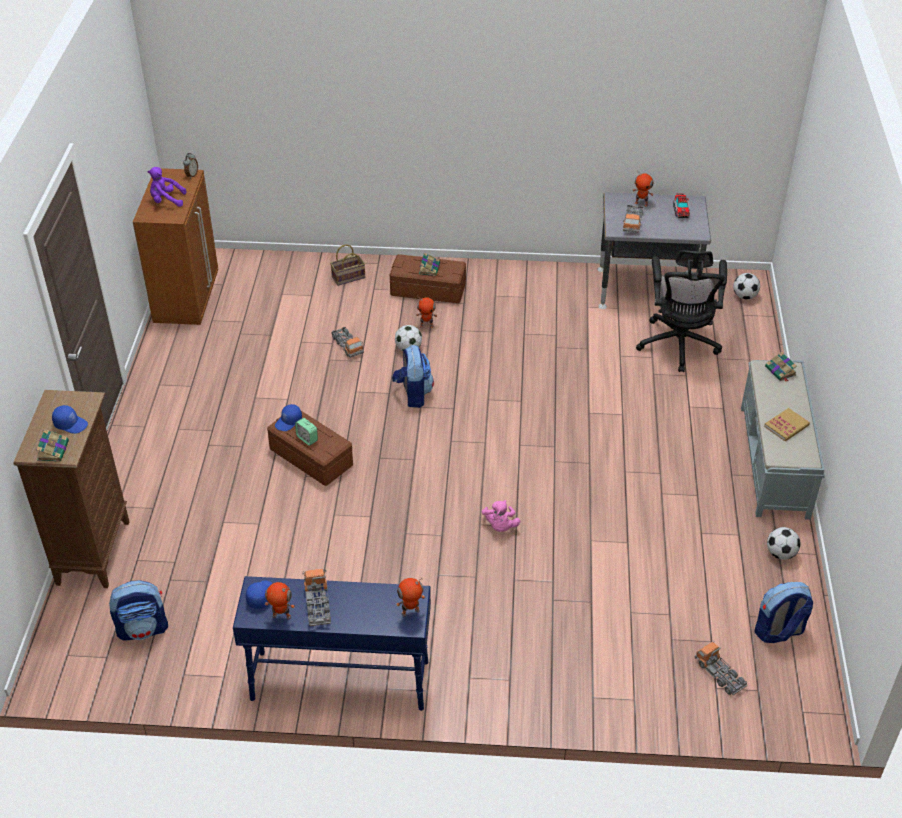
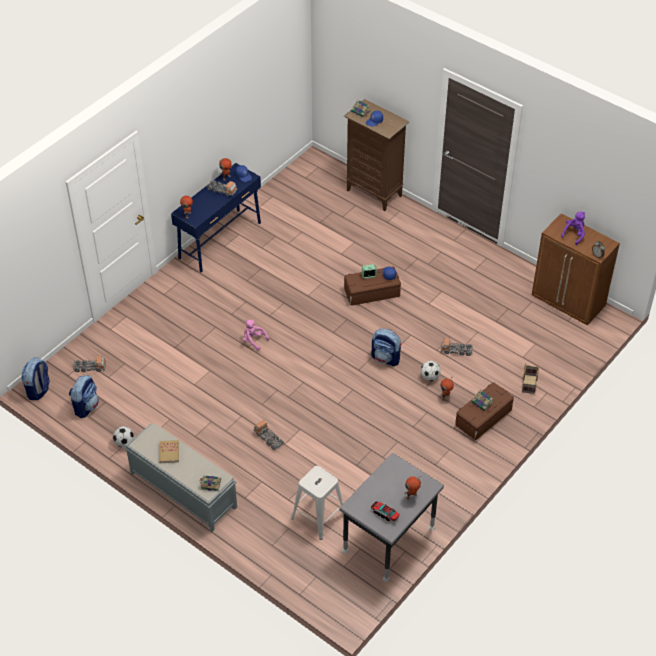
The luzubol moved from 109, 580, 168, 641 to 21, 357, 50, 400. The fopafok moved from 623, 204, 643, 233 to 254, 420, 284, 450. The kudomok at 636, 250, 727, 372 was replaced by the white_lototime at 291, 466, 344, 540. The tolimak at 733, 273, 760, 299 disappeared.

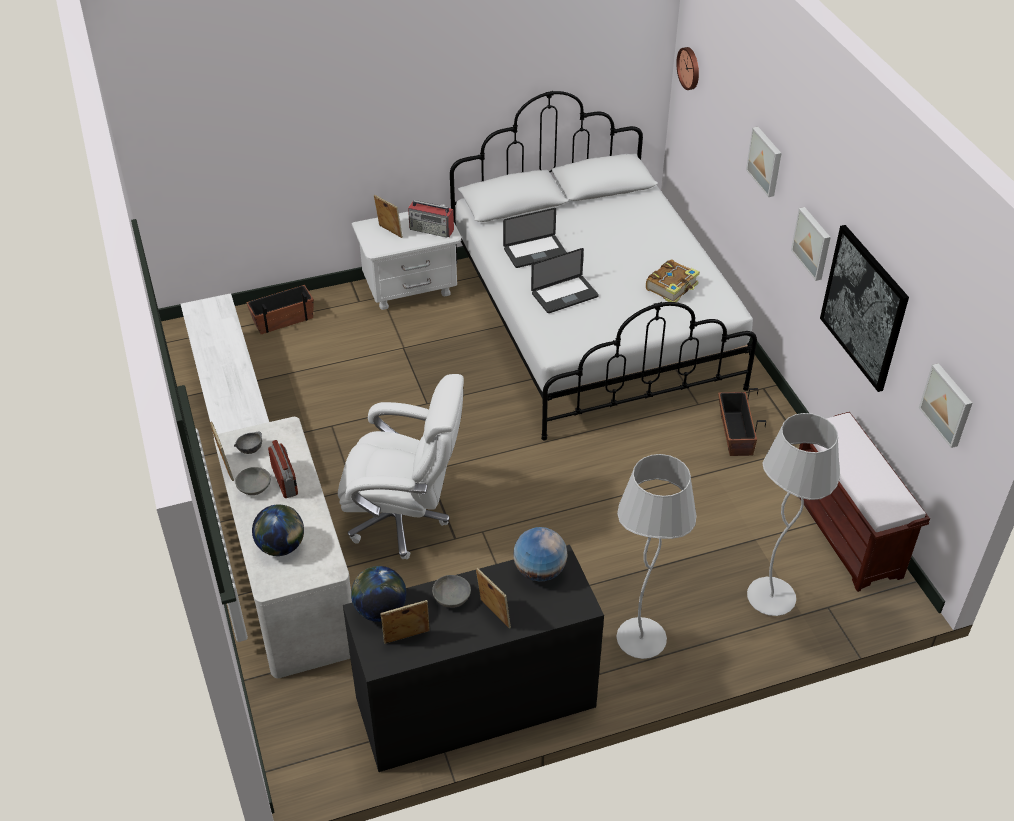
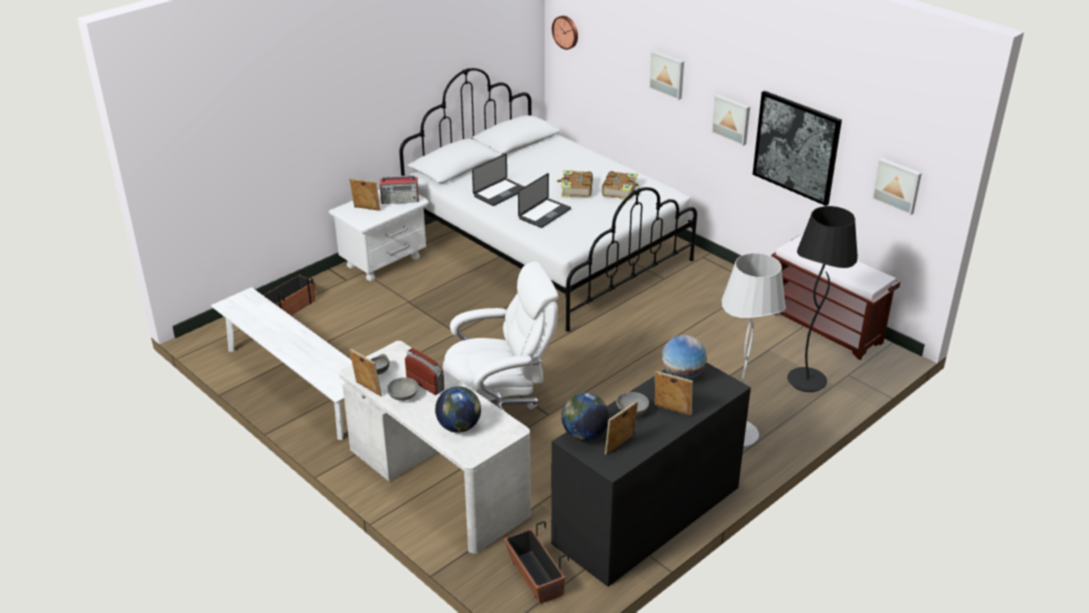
The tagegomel moved from 718, 388, 766, 456 to 504, 521, 569, 604. The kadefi at 556, 170, 593, 198 appeared. The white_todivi at 747, 413, 840, 616 became the black_todivi at 787, 206, 858, 392.

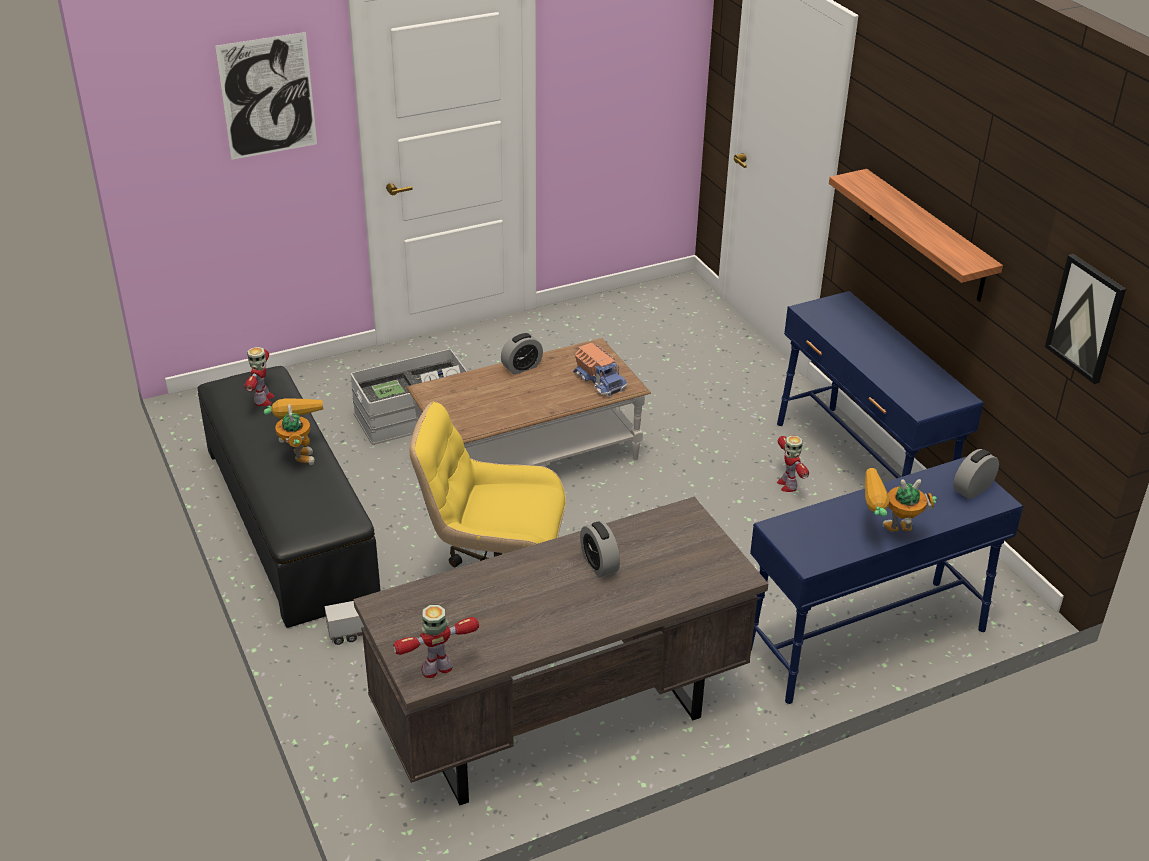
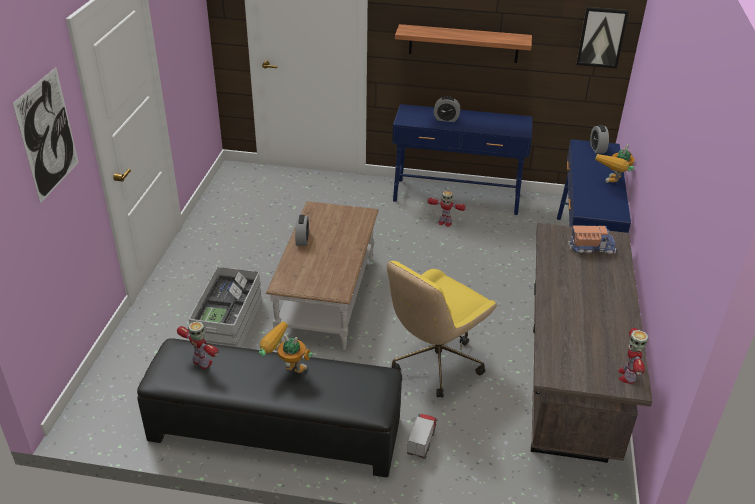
The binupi moved from 580, 521, 620, 578 to 434, 96, 460, 122. The fopafok moved from 573, 343, 628, 397 to 568, 225, 617, 254.

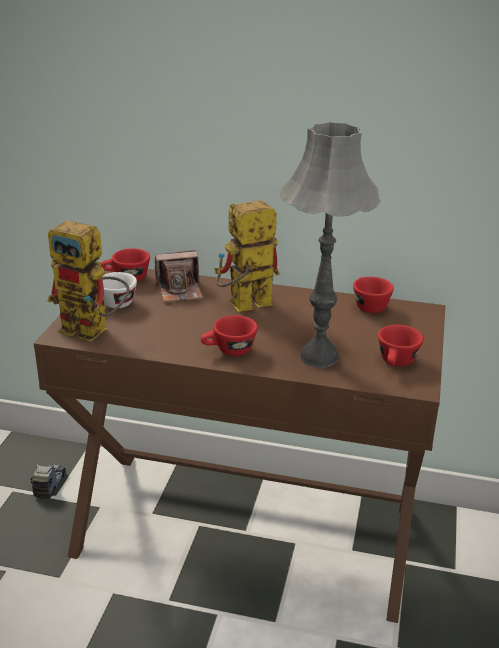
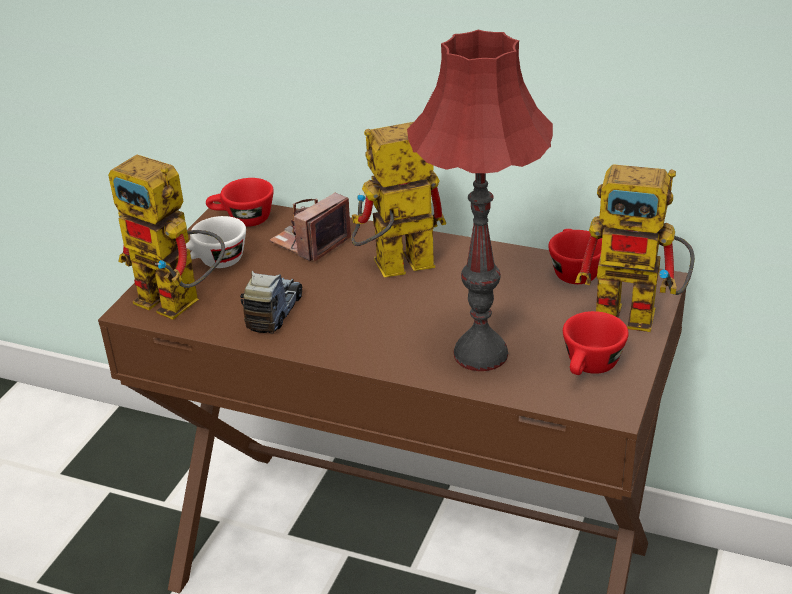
The fopafok moved from 30, 464, 66, 499 to 240, 271, 303, 334. The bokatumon at 154, 250, 203, 302 turned 135 degrees clockwise. The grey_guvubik at 279, 122, 381, 368 became the red_guvubik at 407, 29, 553, 371. The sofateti at 575, 164, 695, 332 appeared. The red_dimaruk at 201, 315, 258, 356 disappeared.

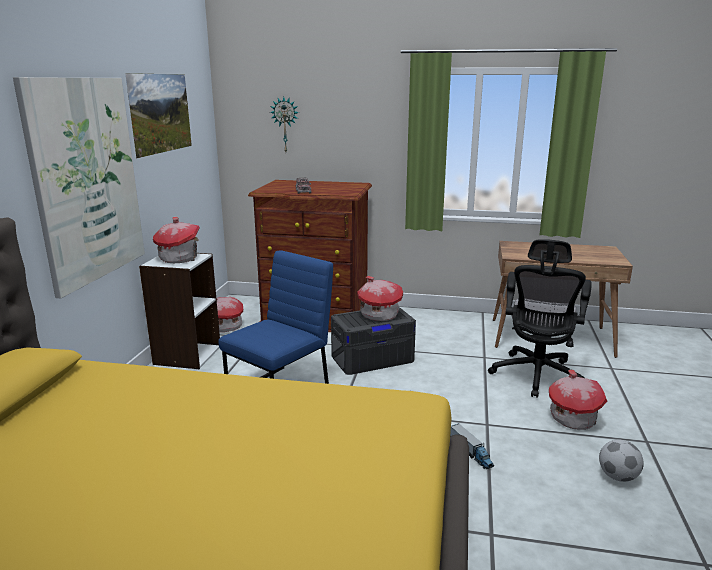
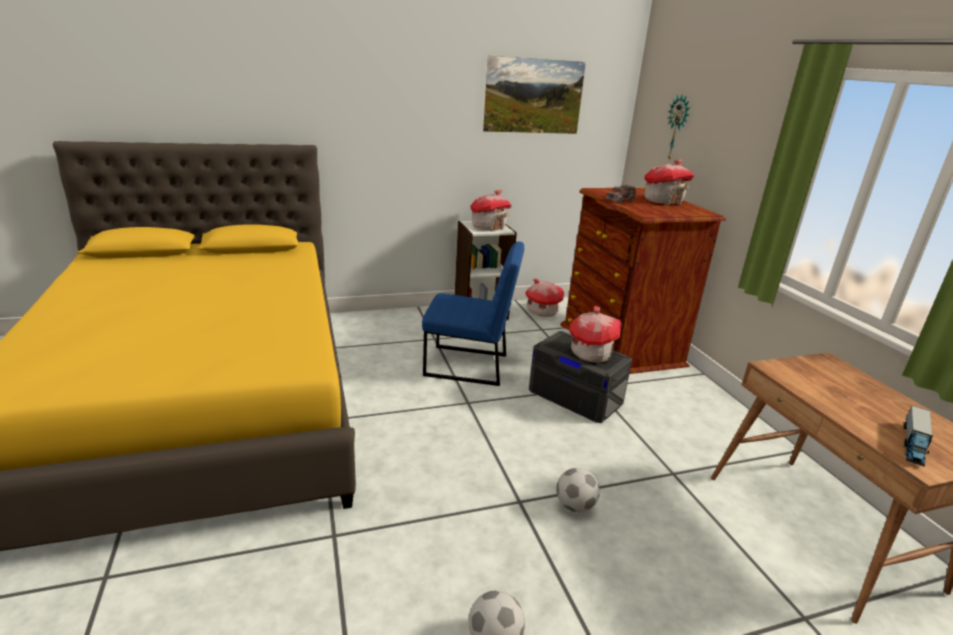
The tolimak at 556, 468, 600, 512 appeared. The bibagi moved from 549, 370, 607, 430 to 644, 159, 694, 205. The fopafok moved from 450, 423, 494, 469 to 904, 405, 933, 466. The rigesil at 13, 77, 145, 298 disappeared. The kudomok at 488, 239, 592, 398 disappeared.

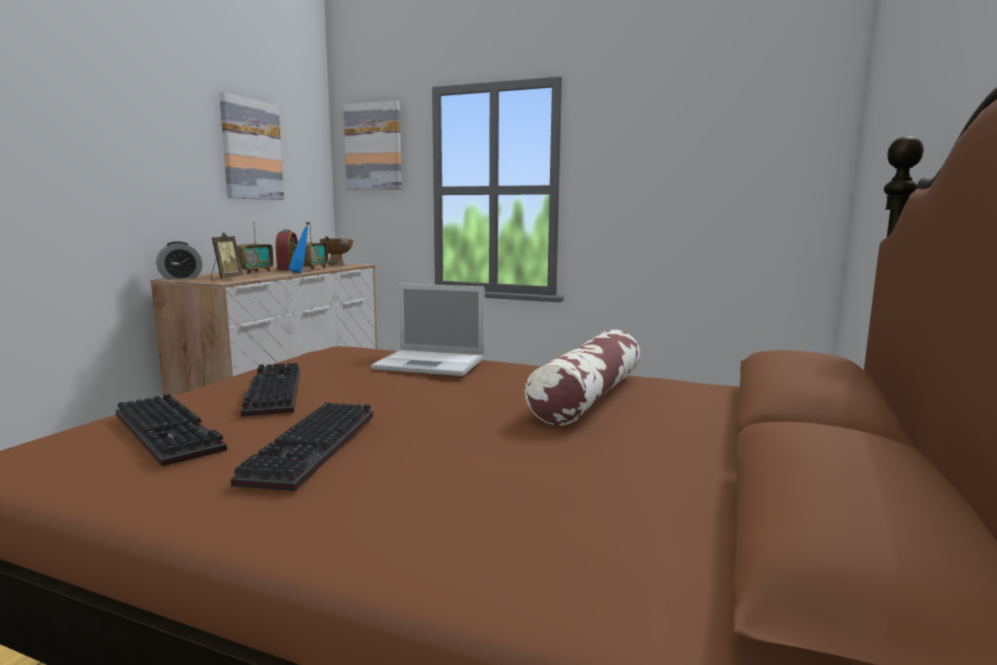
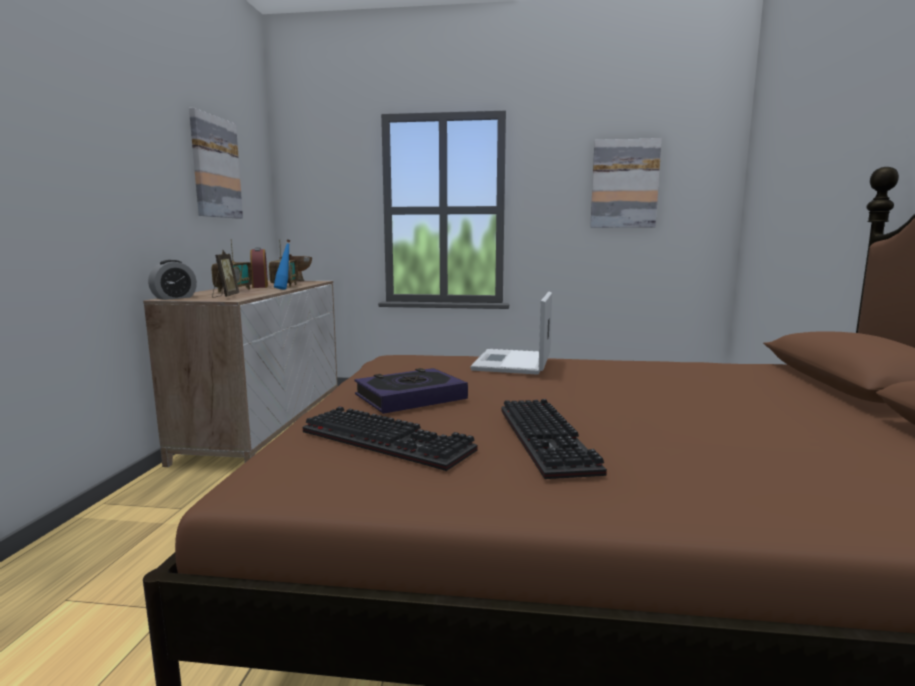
The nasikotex at 240, 363, 300, 417 was replaced by the kadefi at 355, 368, 468, 414. The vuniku at 371, 283, 485, 376 turned 105 degrees clockwise. The rigesil moved from 343, 100, 402, 190 to 590, 138, 662, 228. The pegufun at 525, 330, 641, 425 disappeared.

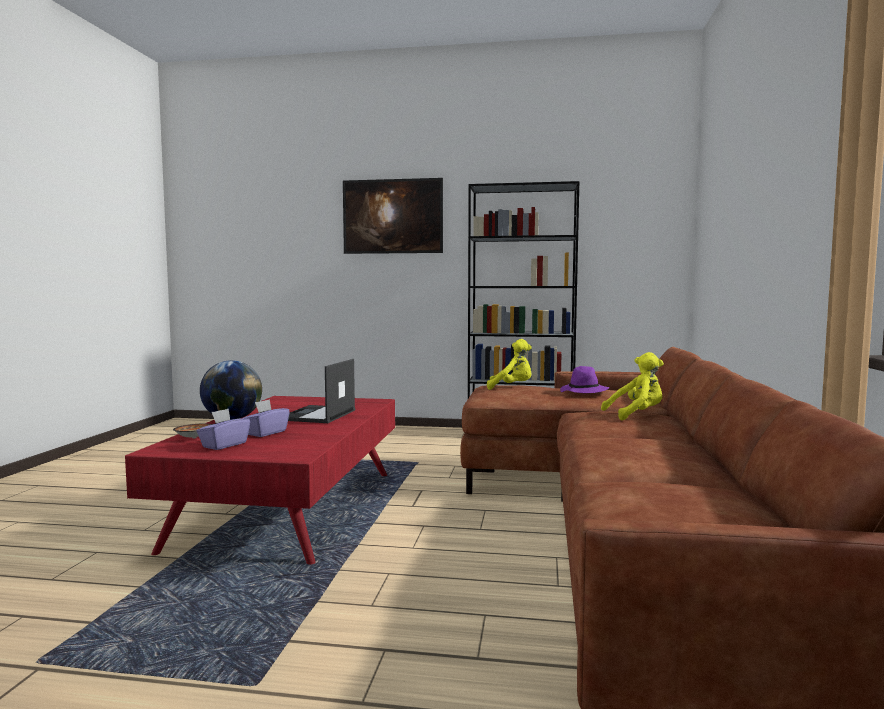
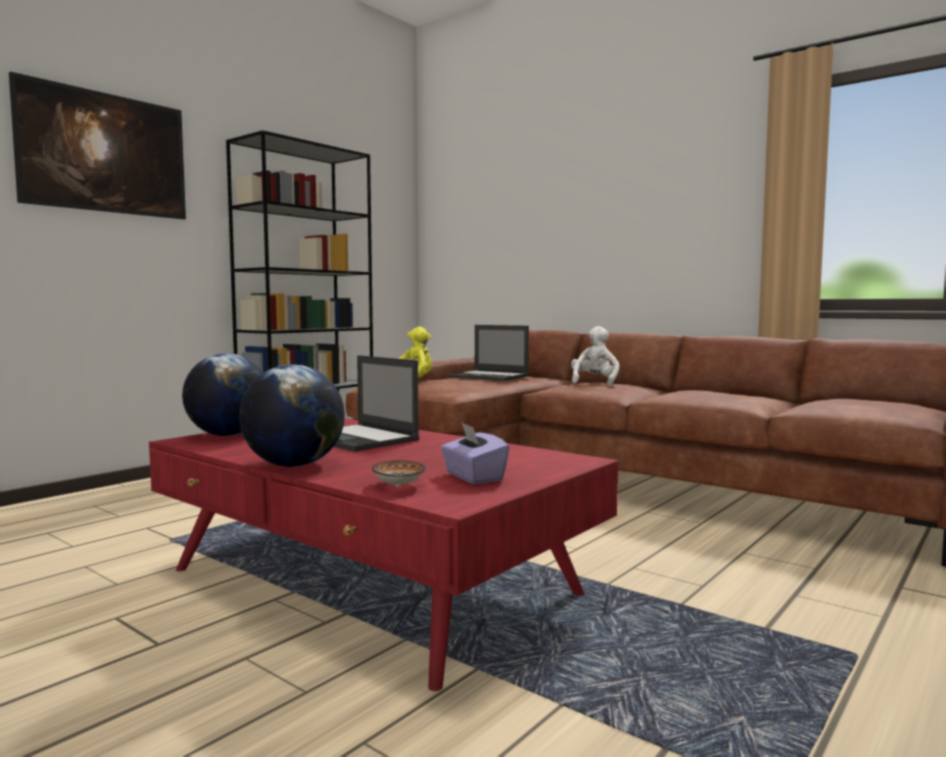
The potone at 182, 353, 263, 436 appeared. The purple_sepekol at 560, 366, 610, 393 was replaced by the vuniku at 449, 325, 529, 381. The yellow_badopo at 601, 352, 664, 421 became the white_badopo at 571, 326, 619, 387. The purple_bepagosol at 244, 399, 290, 437 disappeared.

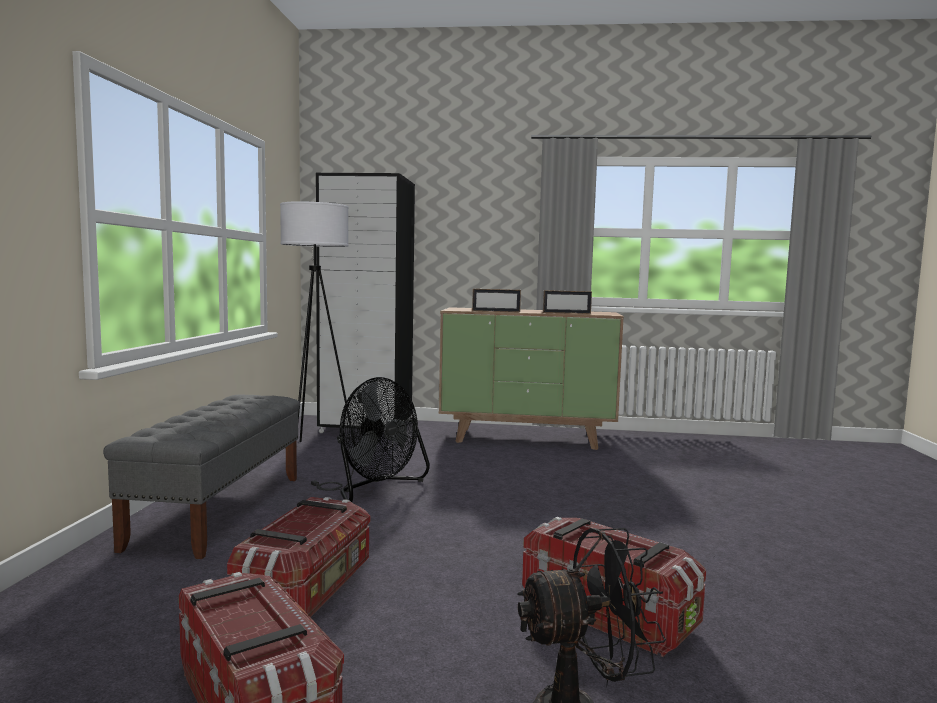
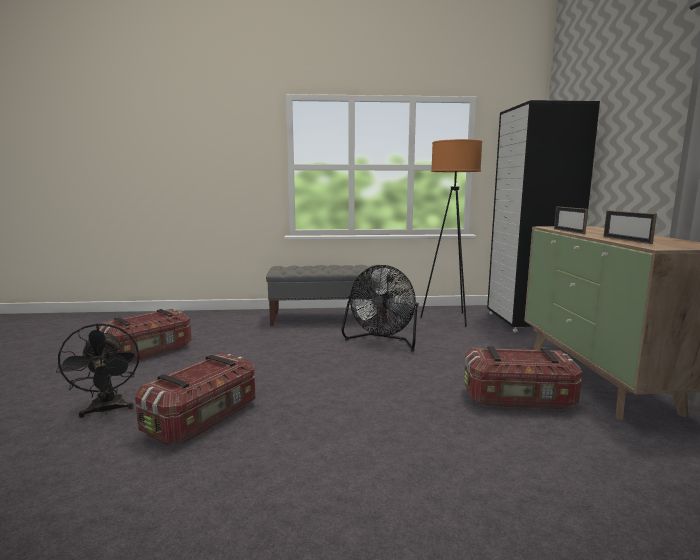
The white_todivi at 280, 201, 356, 448 became the orange_todivi at 420, 139, 482, 327. The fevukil moved from 227, 497, 370, 617 to 464, 346, 582, 410.

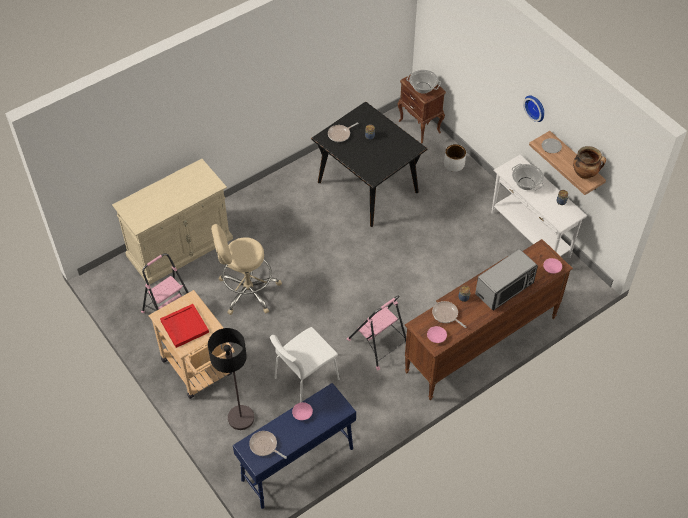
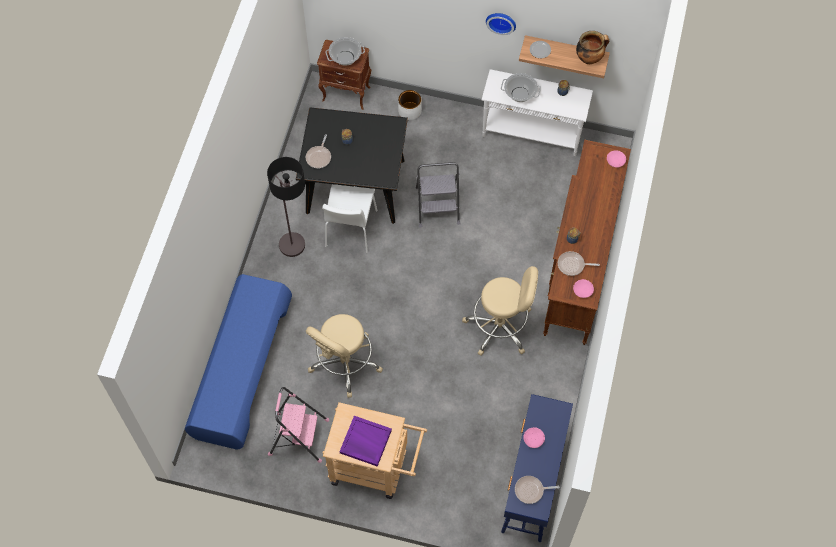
The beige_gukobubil at 112, 159, 233, 285 was replaced by the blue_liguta at 185, 274, 292, 450. The black_todivi moved from 208, 328, 254, 430 to 267, 157, 305, 257. The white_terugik moved from 270, 327, 340, 403 to 323, 184, 378, 253. The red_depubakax at 160, 304, 209, 348 became the purple_depubakax at 339, 416, 392, 467. The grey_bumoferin at 416, 162, 461, 228 appeared. The pink_bumoferin at 347, 295, 406, 370 was replaced by the beige_lototime at 462, 266, 538, 356. The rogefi at 475, 249, 538, 311 disappeared.

